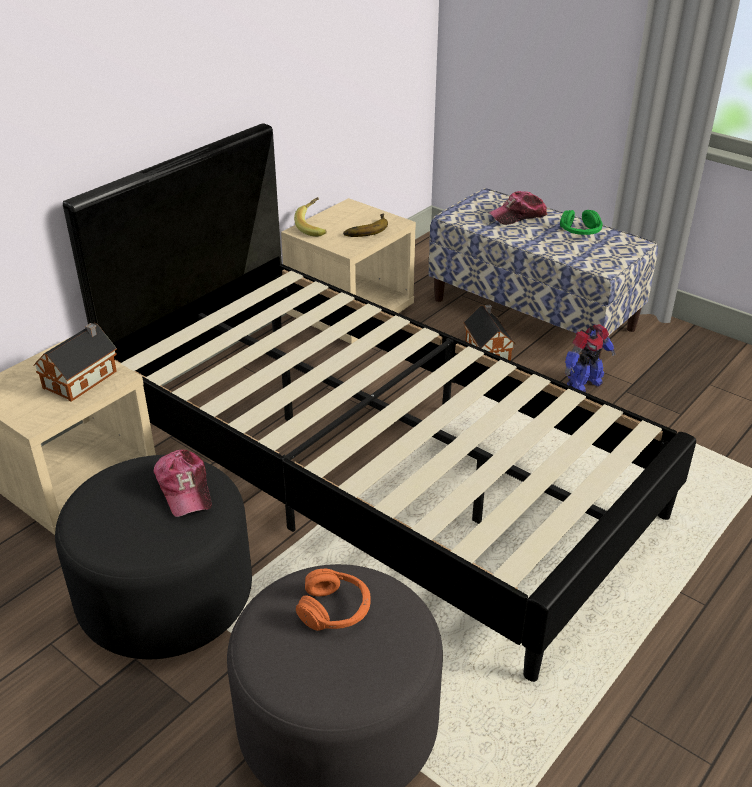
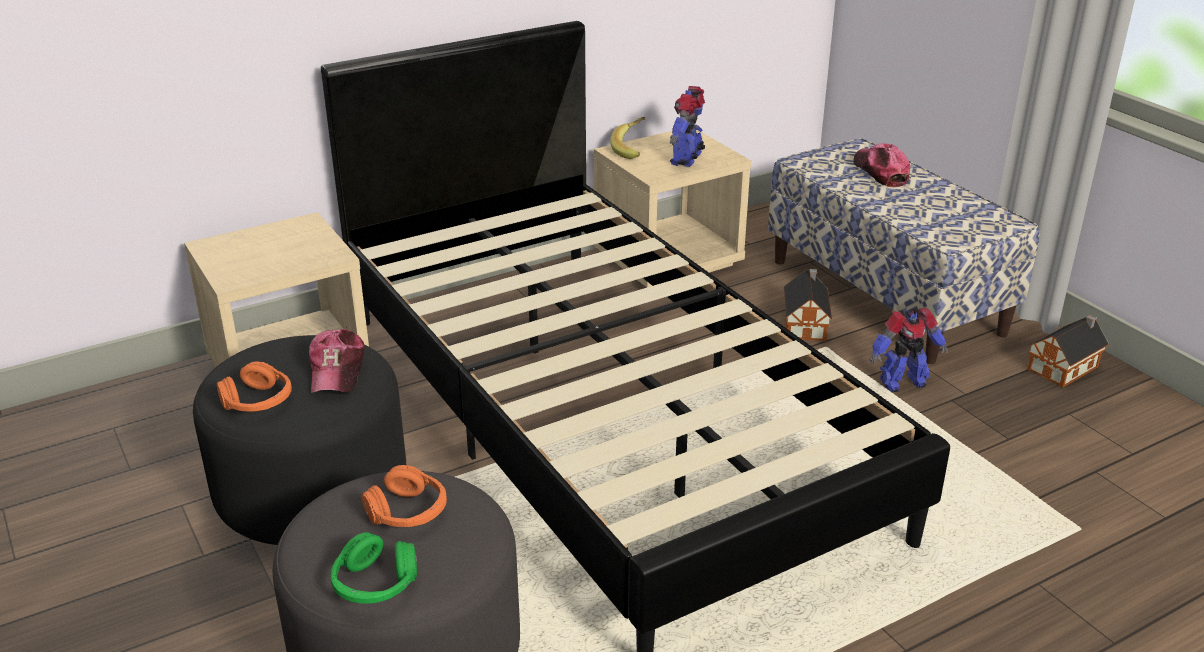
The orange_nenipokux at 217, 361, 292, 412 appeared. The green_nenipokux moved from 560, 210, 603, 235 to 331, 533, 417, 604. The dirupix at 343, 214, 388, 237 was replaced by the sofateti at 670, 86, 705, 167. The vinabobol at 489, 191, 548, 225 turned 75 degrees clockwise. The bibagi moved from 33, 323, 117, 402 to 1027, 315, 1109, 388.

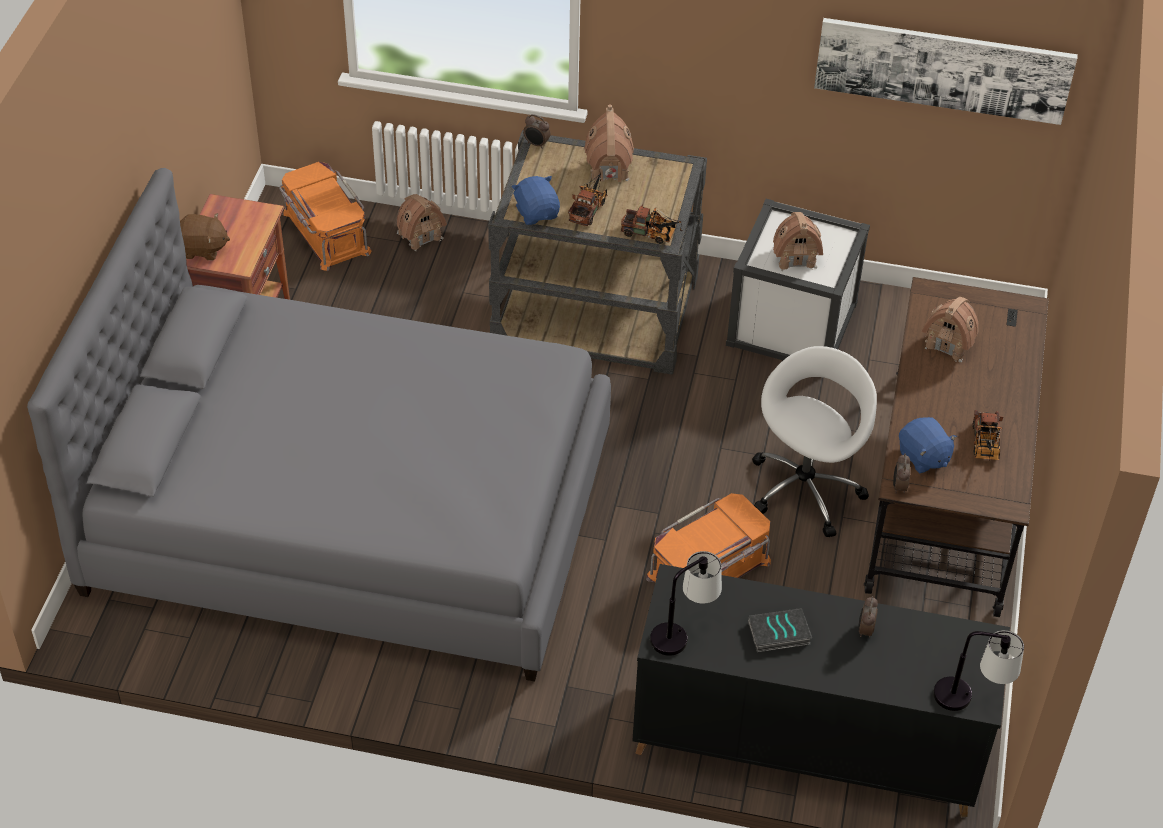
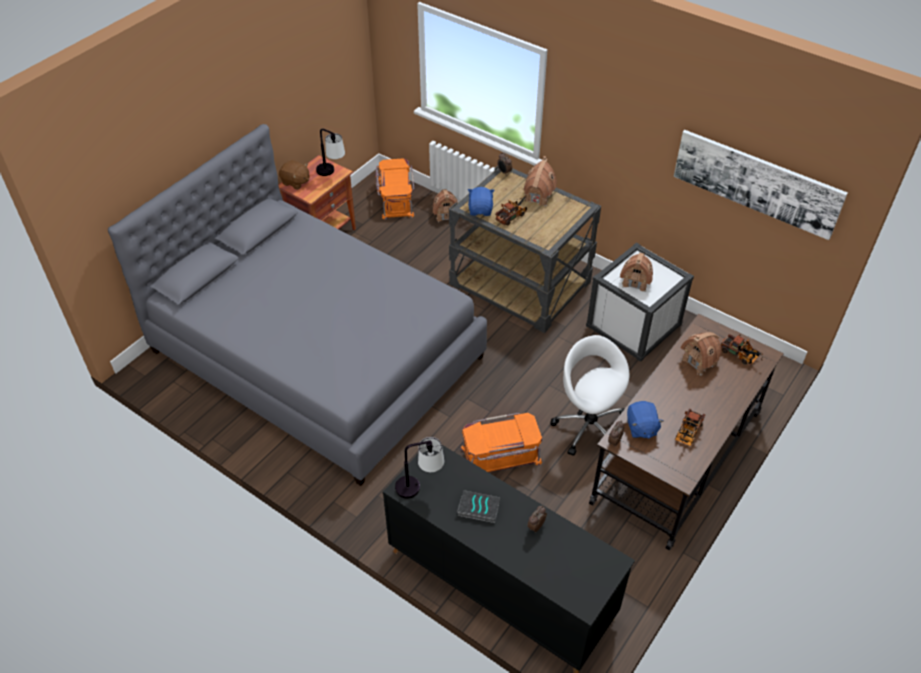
The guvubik moved from 933, 630, 1024, 711 to 316, 129, 345, 176. The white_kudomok at 752, 346, 877, 537 turned 120 degrees counterclockwise. The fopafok moved from 621, 204, 682, 244 to 721, 334, 763, 365.

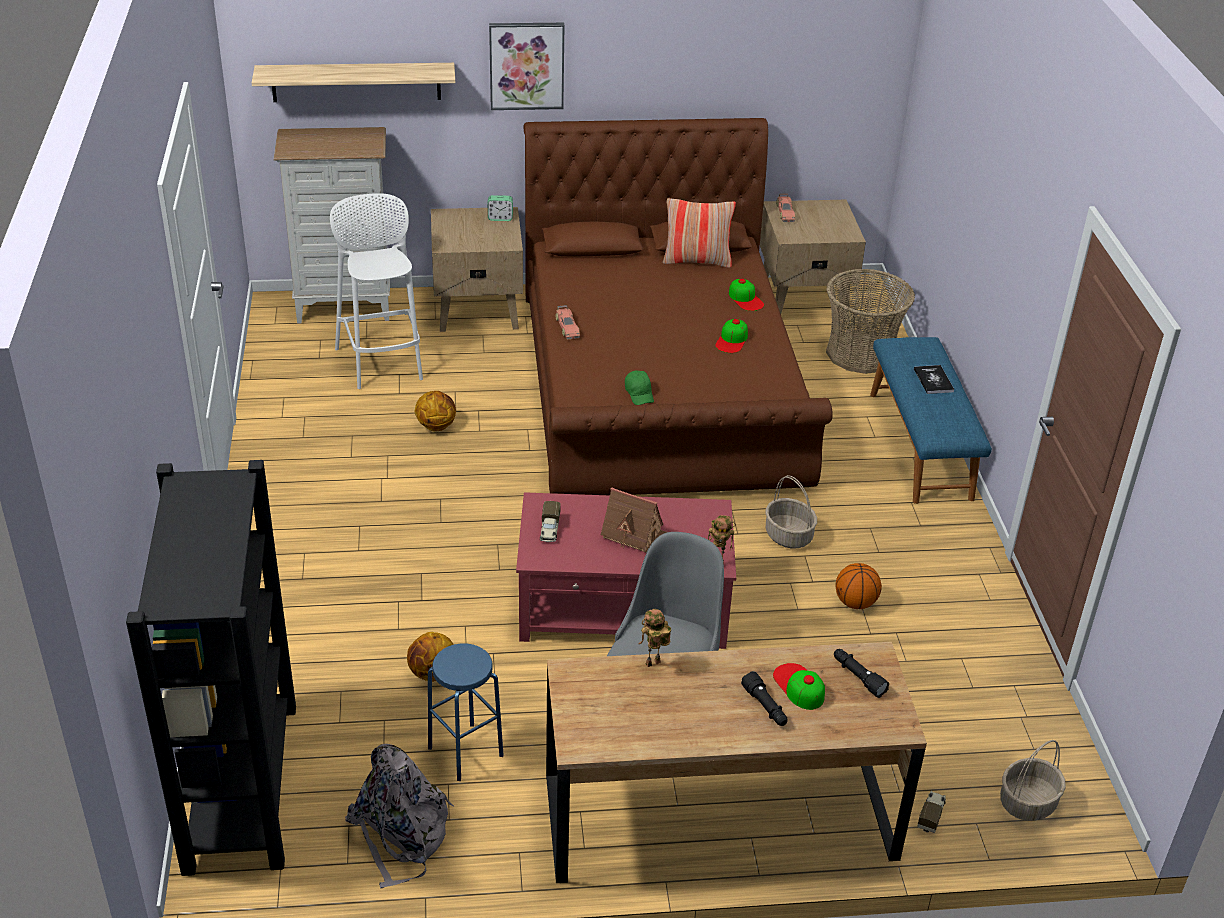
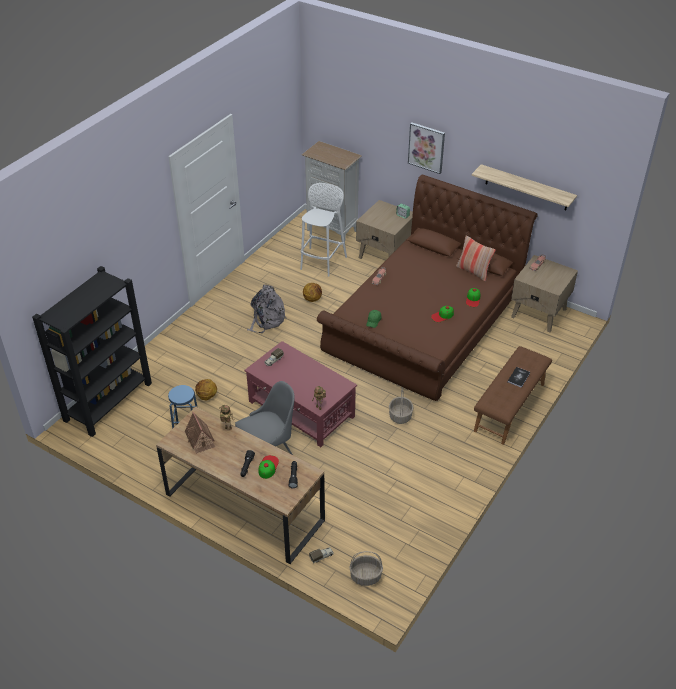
The bibagi moved from 601, 487, 667, 553 to 185, 412, 215, 454. The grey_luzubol moved from 345, 744, 454, 888 to 247, 285, 286, 333. The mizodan moved from 252, 63, 455, 102 to 472, 164, 577, 210. The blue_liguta at 870, 337, 992, 504 became the brown_liguta at 474, 346, 552, 445. The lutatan at 826, 269, 915, 374 disappeared. The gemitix at 835, 563, 882, 609 disappeared.

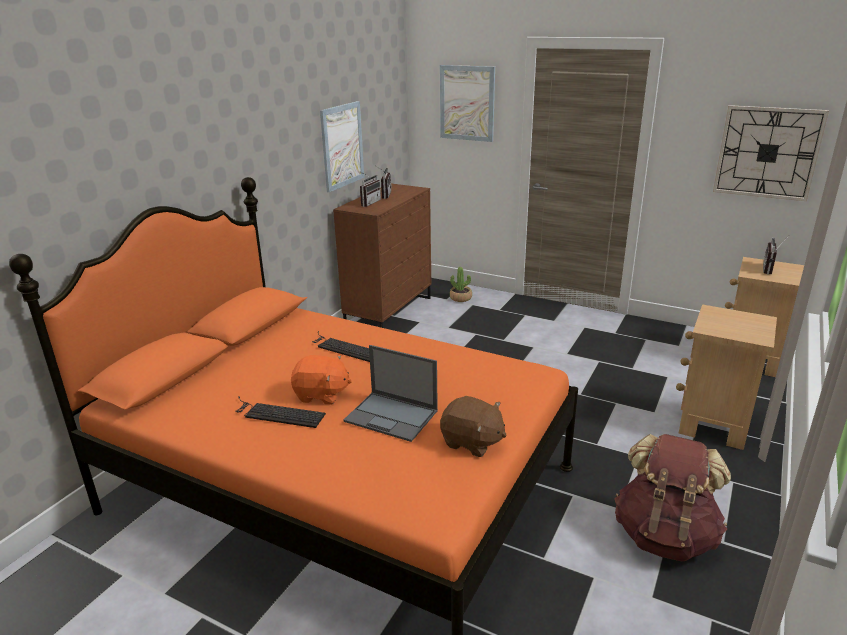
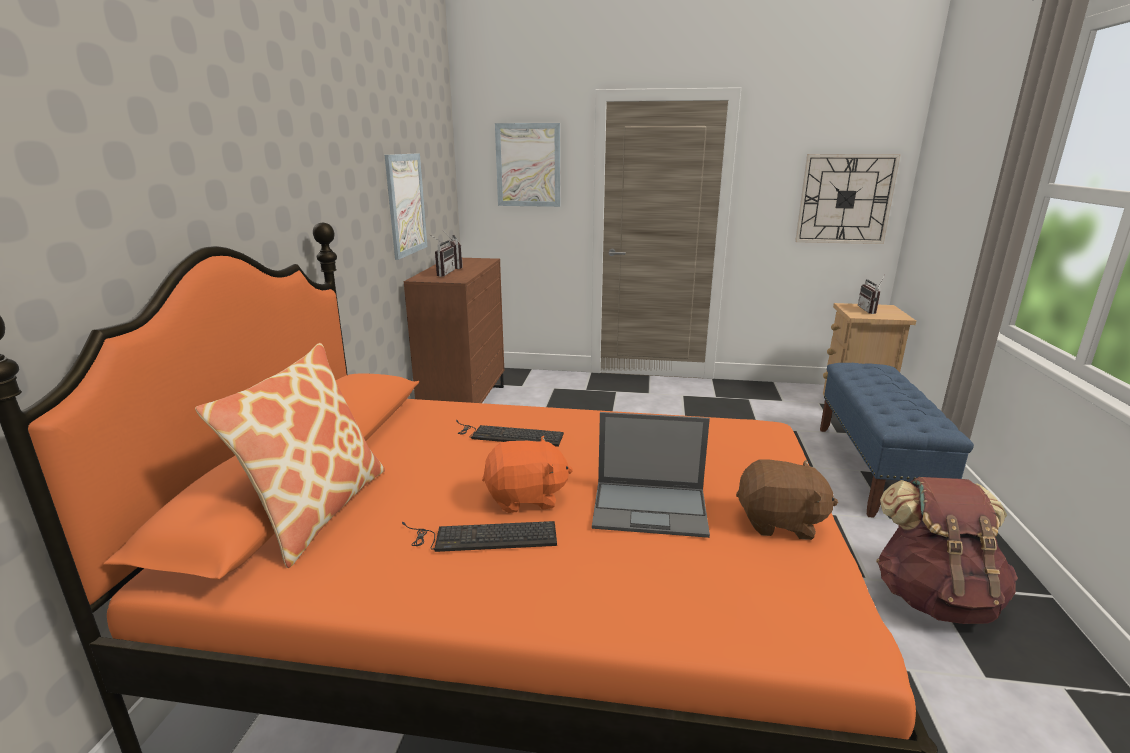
The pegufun at 195, 343, 385, 568 appeared. The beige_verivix at 676, 304, 777, 450 was replaced by the blue_liguta at 820, 363, 974, 518. The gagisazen at 450, 267, 472, 302 disappeared.

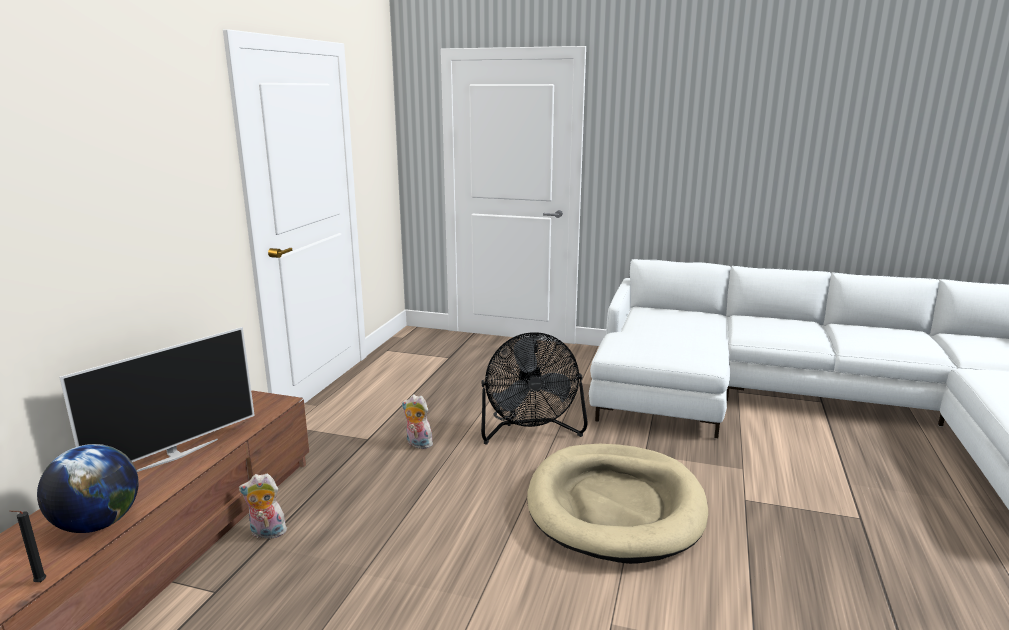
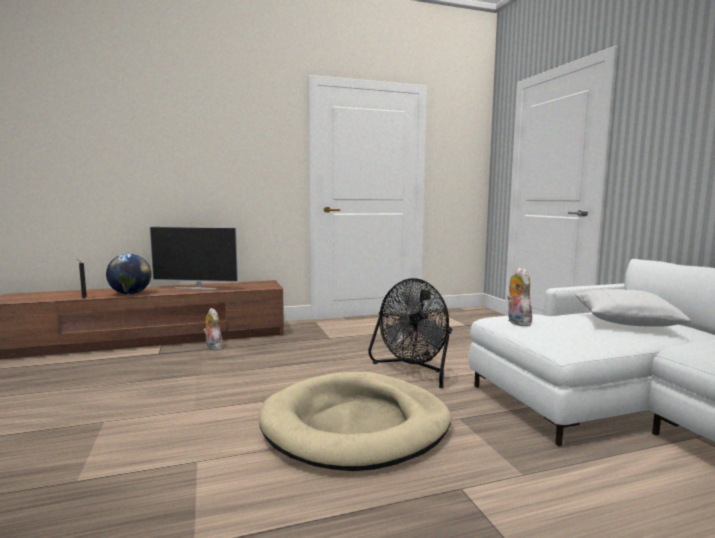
The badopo moved from 402, 395, 433, 449 to 507, 268, 532, 326. The grey_pegufun at 575, 289, 691, 327 appeared.

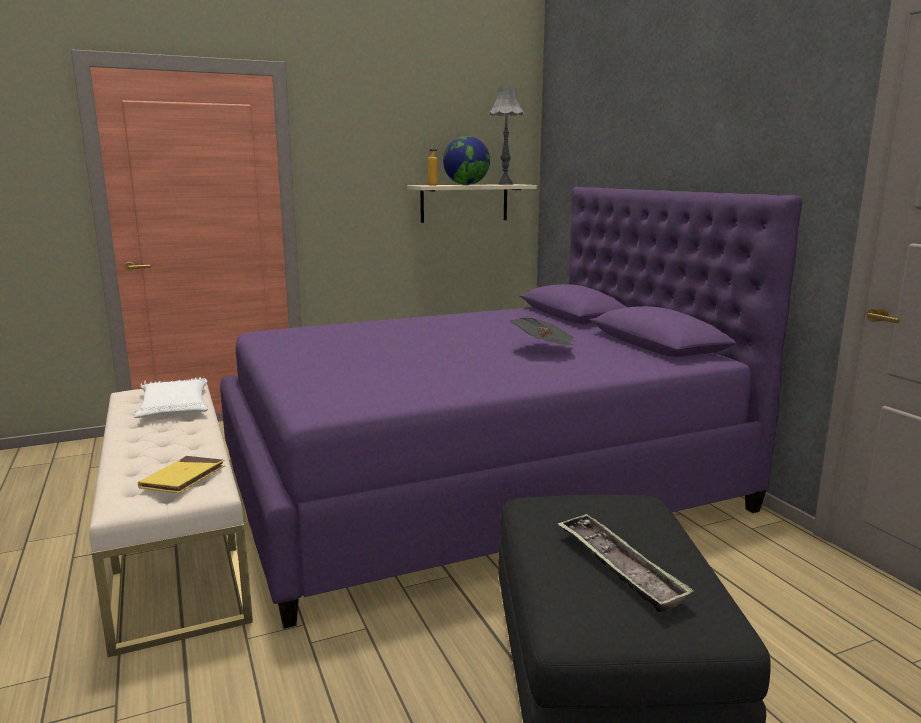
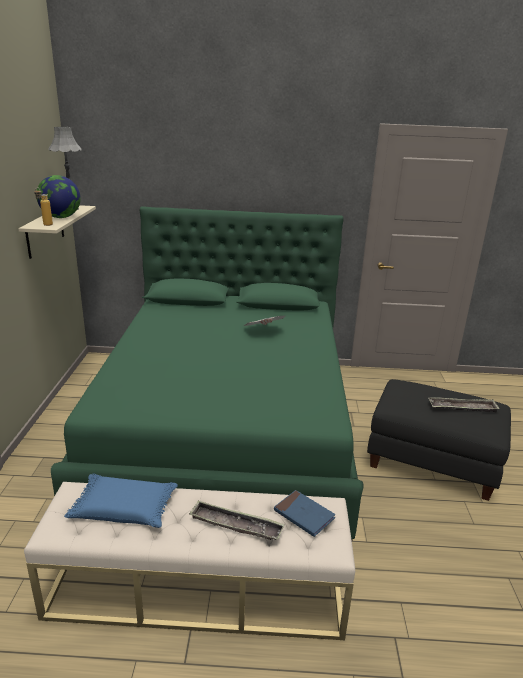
The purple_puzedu at 220, 187, 802, 629 became the green_puzedu at 51, 206, 364, 540. The white_pegufun at 133, 377, 208, 418 became the blue_pegufun at 64, 473, 178, 528. The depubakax at 189, 500, 285, 540 appeared. The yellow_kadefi at 138, 456, 225, 493 became the blue_kadefi at 274, 490, 335, 537.

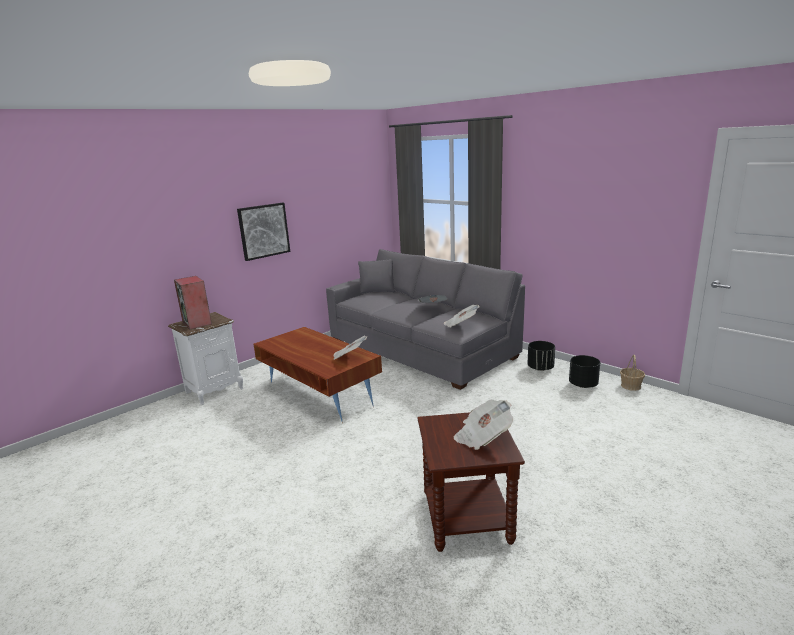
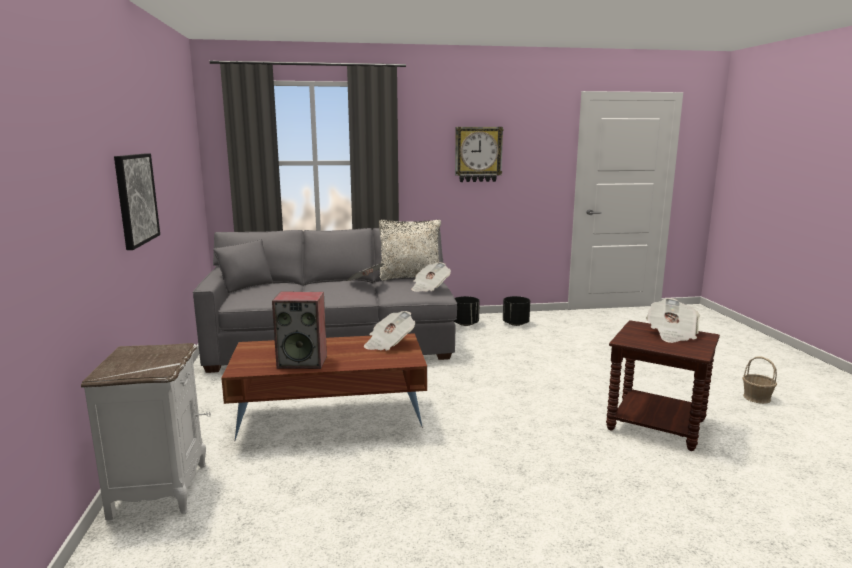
The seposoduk moved from 174, 276, 212, 329 to 272, 292, 327, 369. The beige_pegufun at 379, 219, 441, 281 appeared. The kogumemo at 455, 127, 504, 182 appeared. The lutatan moved from 620, 355, 645, 391 to 743, 356, 777, 404.

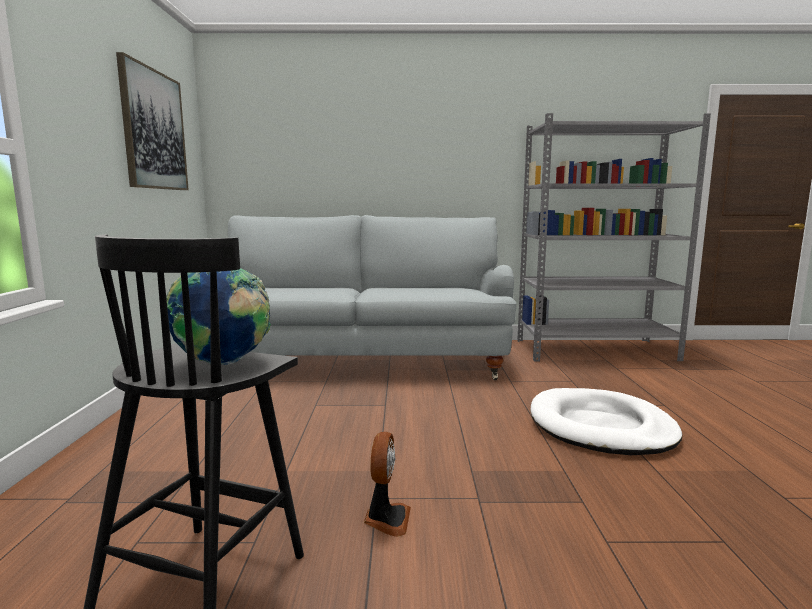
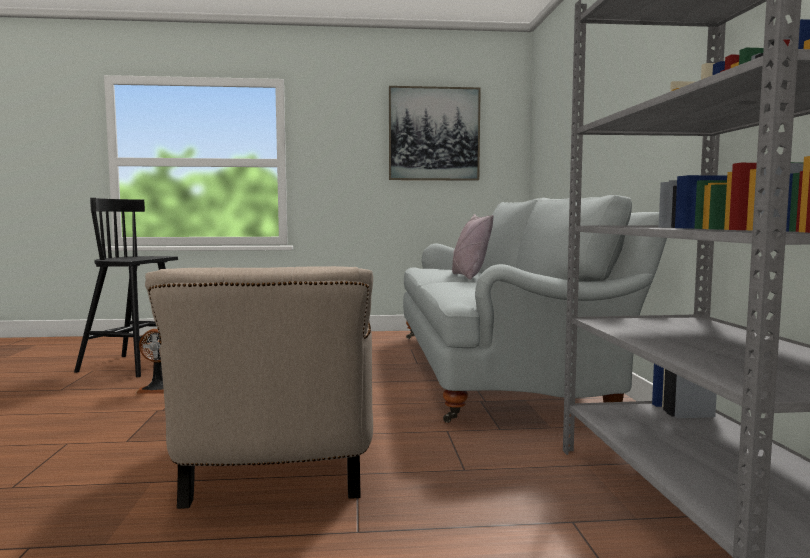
The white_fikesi at 531, 388, 682, 455 was replaced by the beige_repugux at 145, 266, 373, 509. The purple_pegufun at 452, 214, 493, 280 appeared. The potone at 166, 268, 271, 365 disappeared.

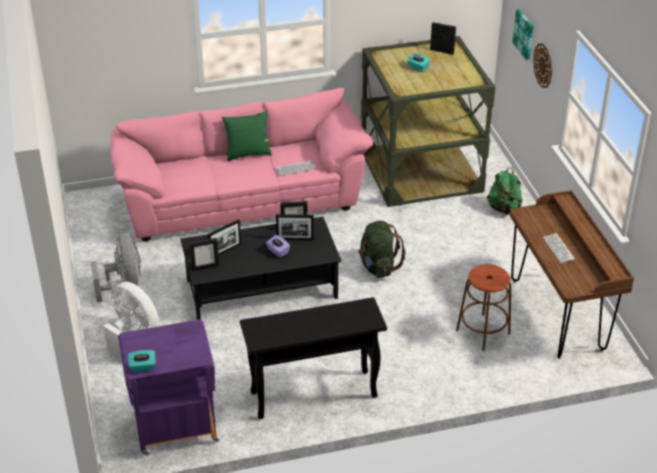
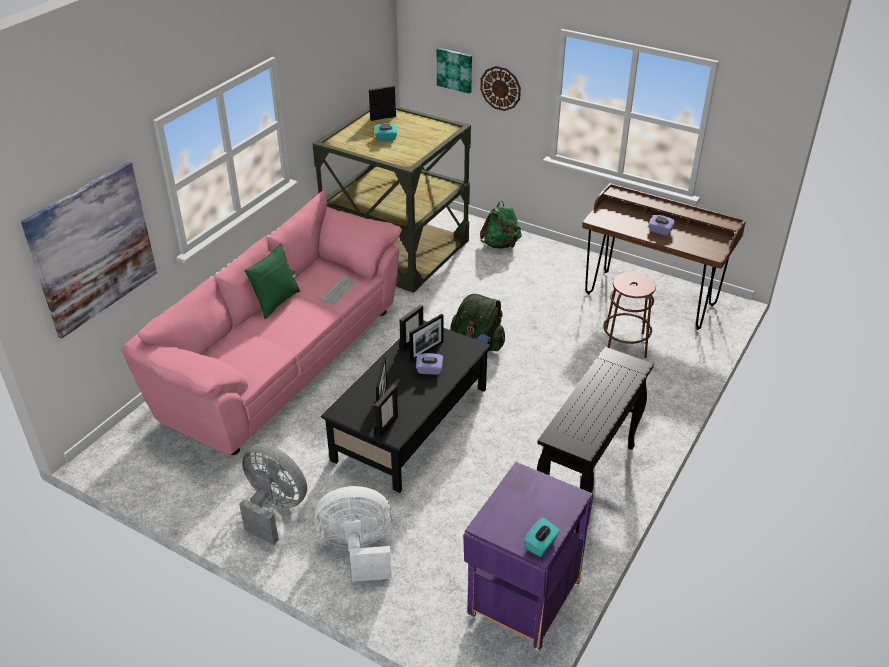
The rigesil at 21, 162, 157, 339 appeared. The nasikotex at 543, 233, 575, 263 was replaced by the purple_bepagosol at 649, 215, 675, 236.

